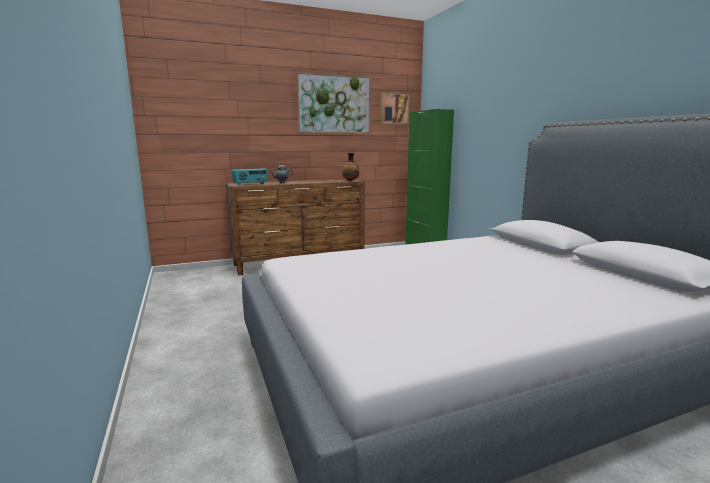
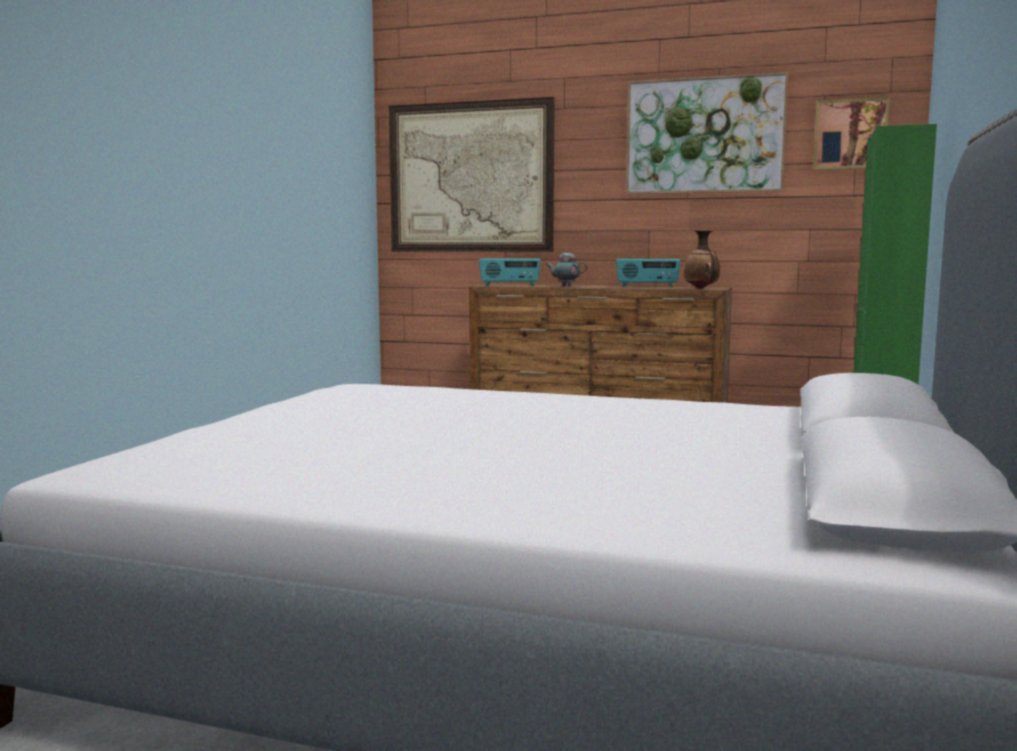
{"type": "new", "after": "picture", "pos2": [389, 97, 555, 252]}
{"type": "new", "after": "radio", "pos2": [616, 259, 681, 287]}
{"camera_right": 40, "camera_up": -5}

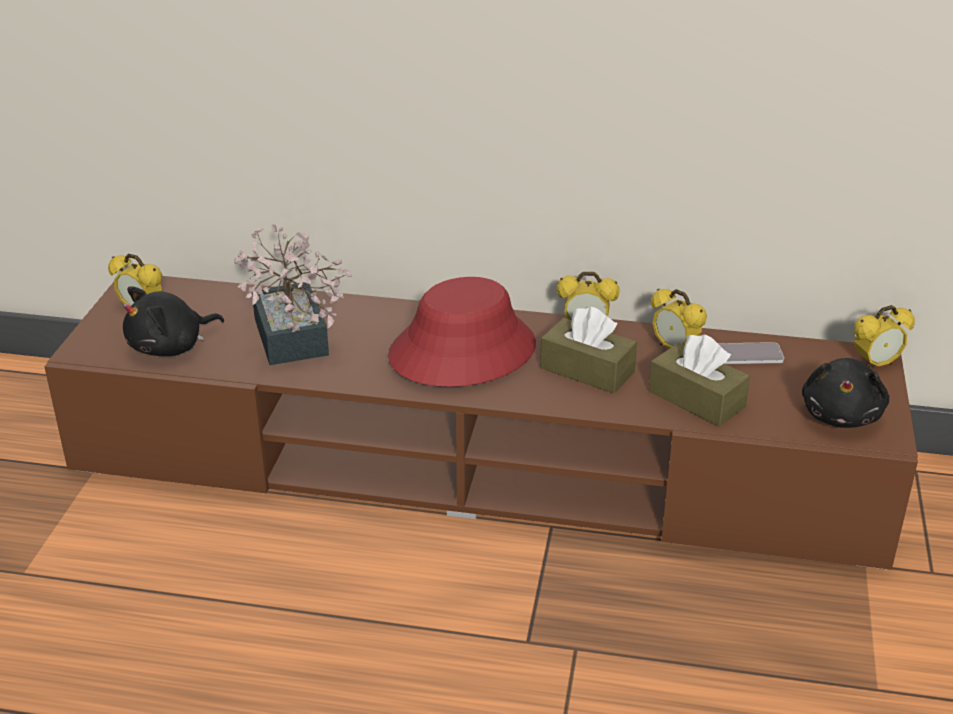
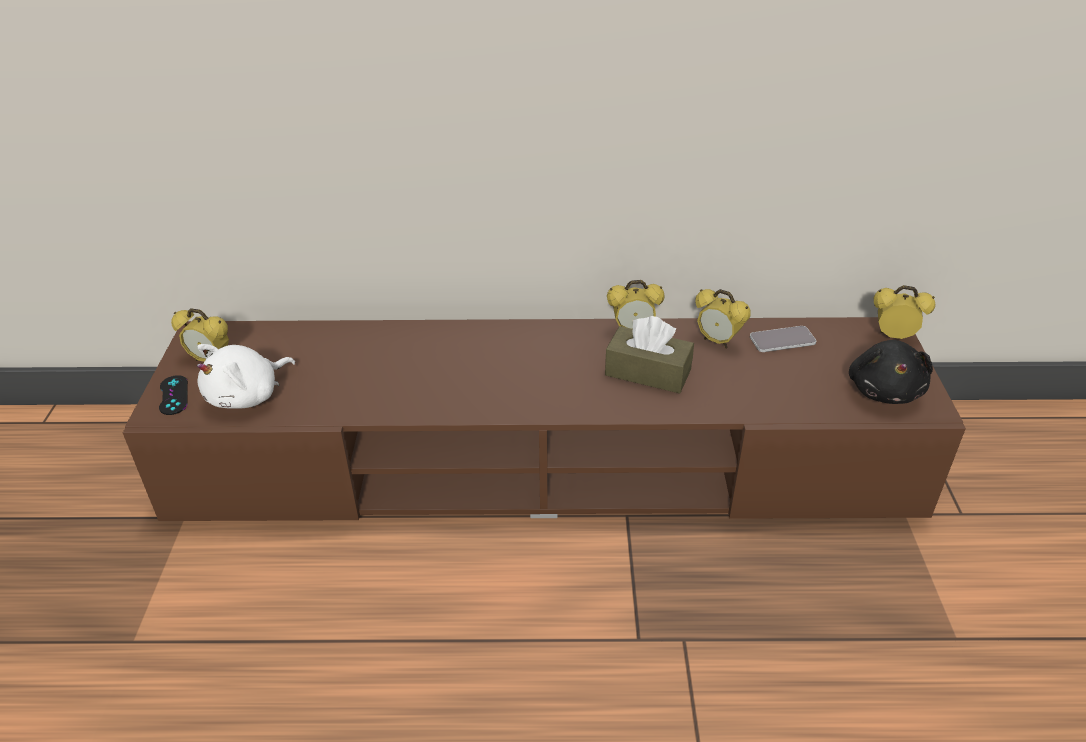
{"type": "repainted", "before": "black plush toy", "after": "white-coloured plush toy", "pos1": [123, 286, 224, 356], "pos2": [197, 344, 295, 409]}
{"type": "gone", "before": "potted plant", "pos1": [234, 224, 352, 365]}
{"type": "gone", "before": "red-coloured wearable hat", "pos1": [388, 277, 536, 387]}
{"type": "gone", "before": "brown tissue box", "pos1": [649, 334, 750, 427]}
{"type": "rotated", "before": "table clock", "pos1": [854, 305, 915, 368], "pos2": [874, 285, 935, 339], "turn": -135}
{"type": "new", "after": "black game controller", "pos2": [159, 375, 188, 415]}
{"camera_right": -10, "camera_up": 5}

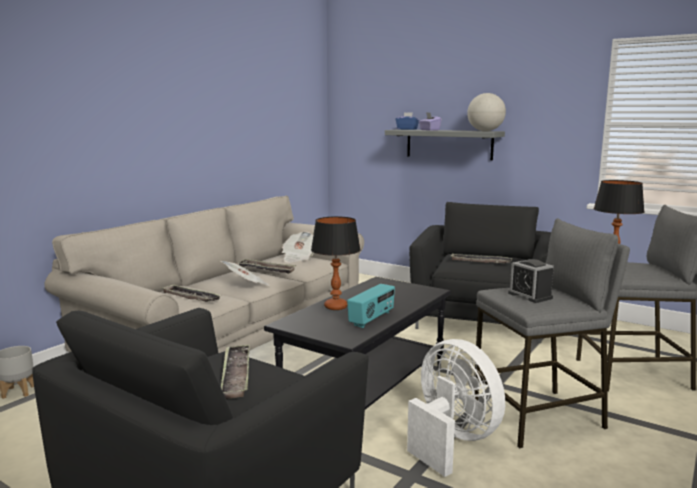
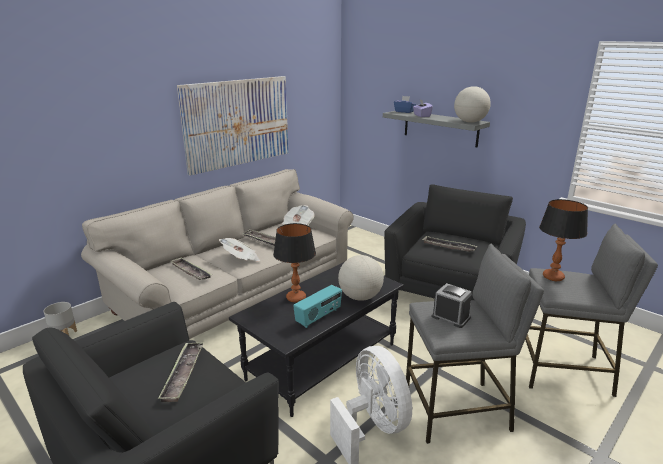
{"type": "rotated", "before": "table clock", "pos1": [508, 259, 554, 303], "pos2": [432, 283, 472, 328], "turn": 150}
{"type": "new", "after": "picture", "pos2": [177, 76, 288, 175]}
{"type": "new", "after": "desk globe", "pos2": [338, 255, 384, 301]}
{"camera_right": 10, "camera_up": 10}

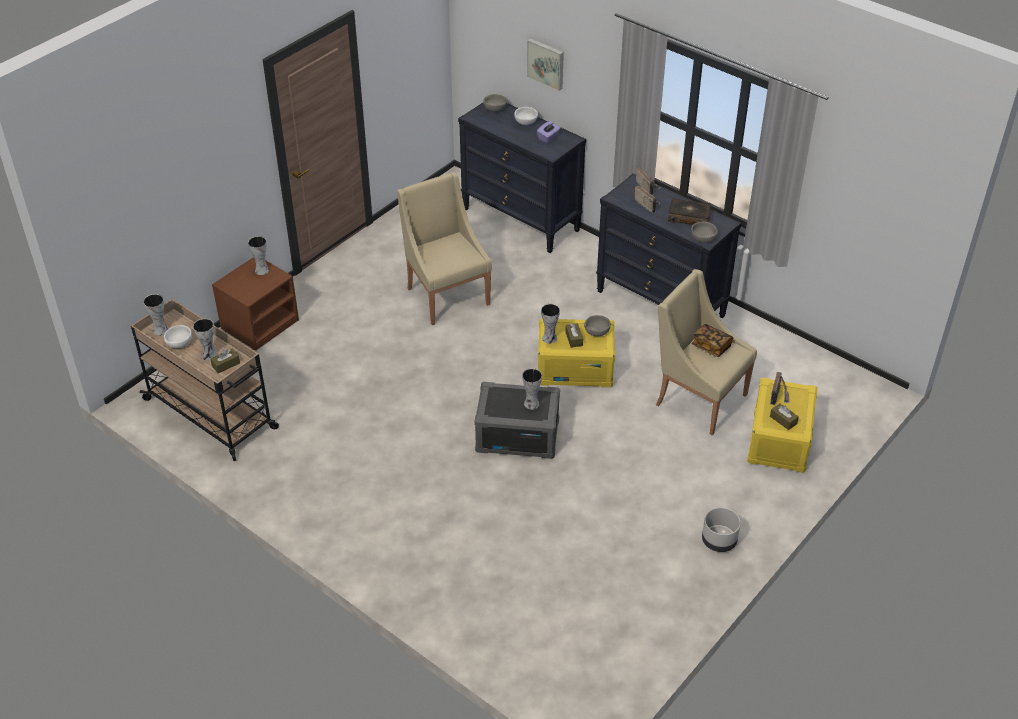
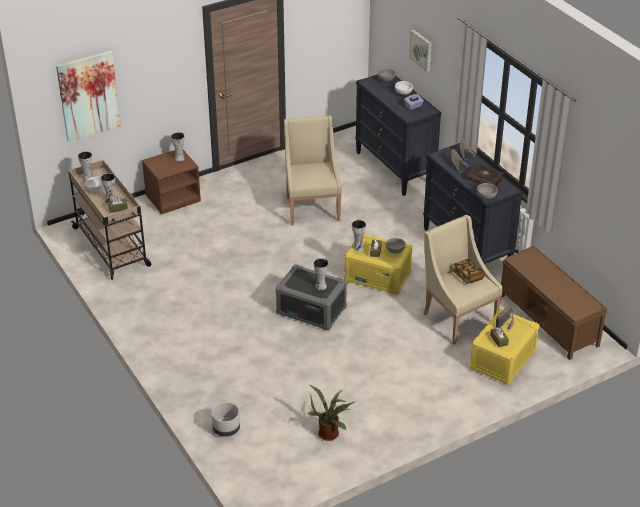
{"type": "shifted", "before": "greyish flower pot", "pos1": [702, 507, 741, 552], "pos2": [211, 402, 240, 437]}
{"type": "new", "after": "picture", "pos2": [56, 51, 121, 142]}
{"type": "new", "after": "potted plant", "pos2": [307, 385, 355, 441]}
{"type": "new", "after": "brown indoor bench", "pos2": [501, 246, 608, 360]}
{"camera_right": 20, "camera_up": -5}

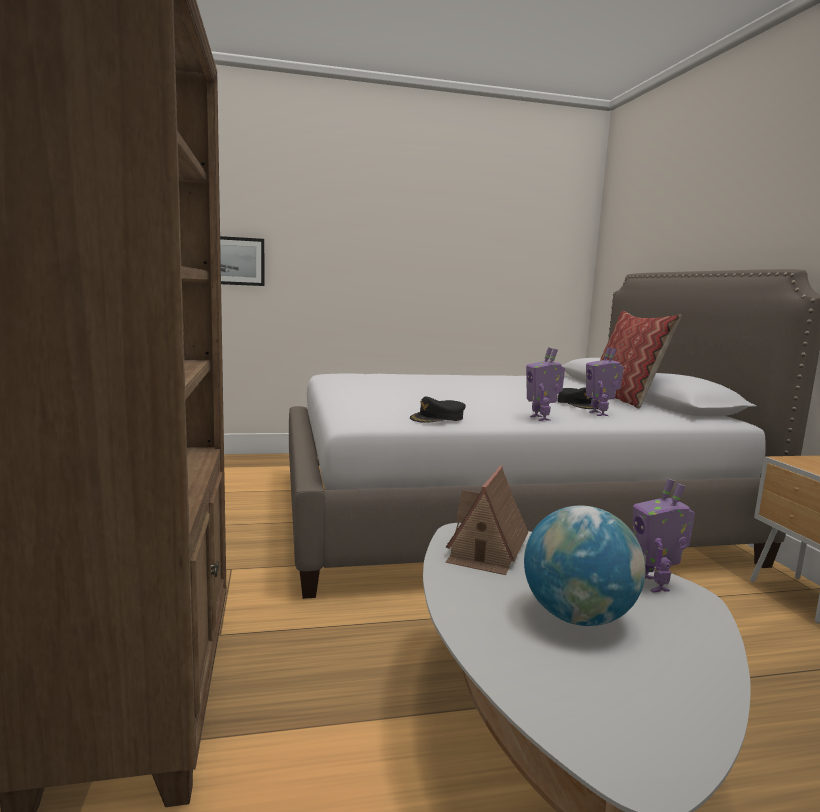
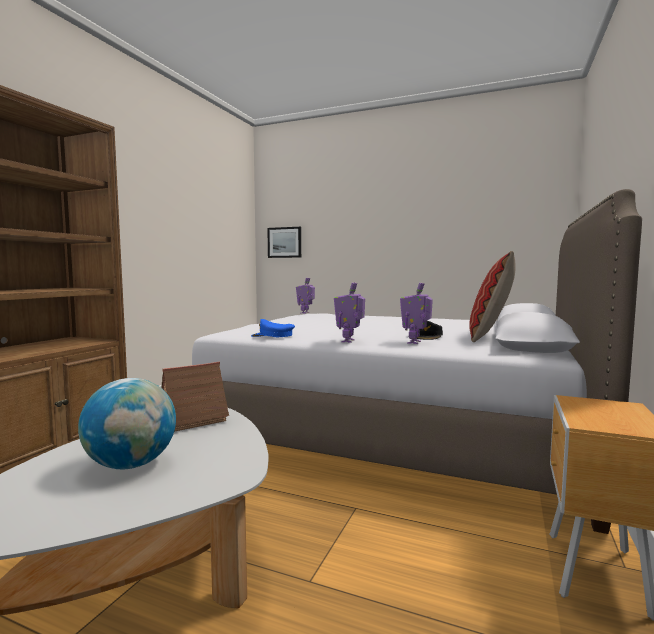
{"type": "repainted", "before": "black peaked cap", "after": "blue-coloured peaked cap", "pos1": [410, 397, 466, 423], "pos2": [251, 319, 295, 337]}
{"type": "shifted", "before": "toy robot", "pos1": [633, 479, 695, 593], "pos2": [296, 278, 315, 314]}
{"camera_right": 35, "camera_up": -5}

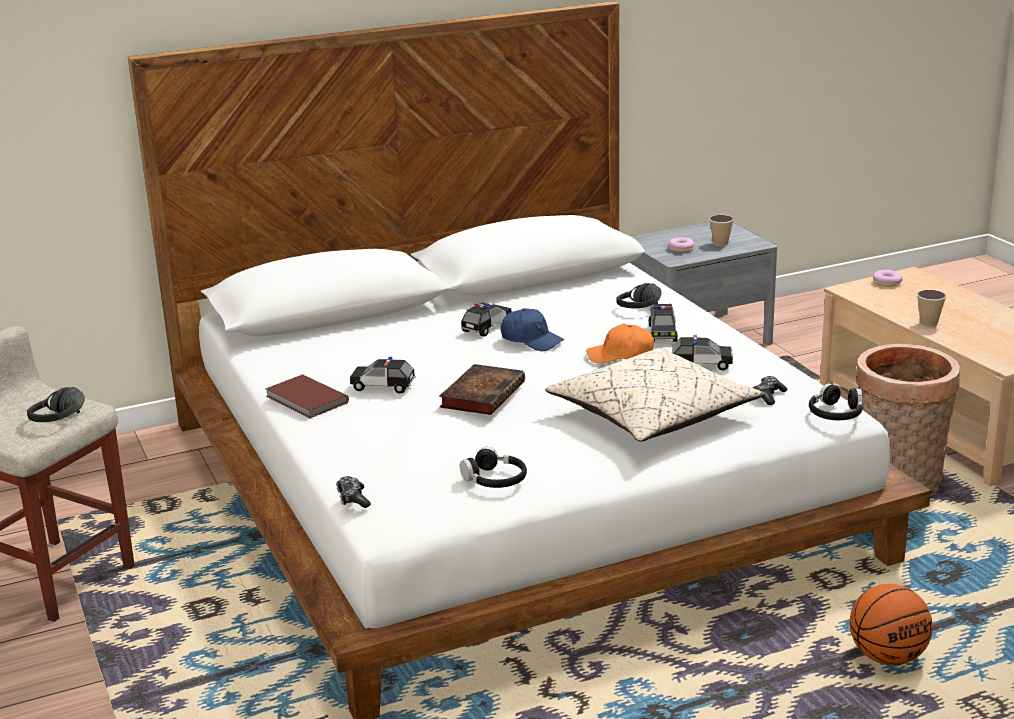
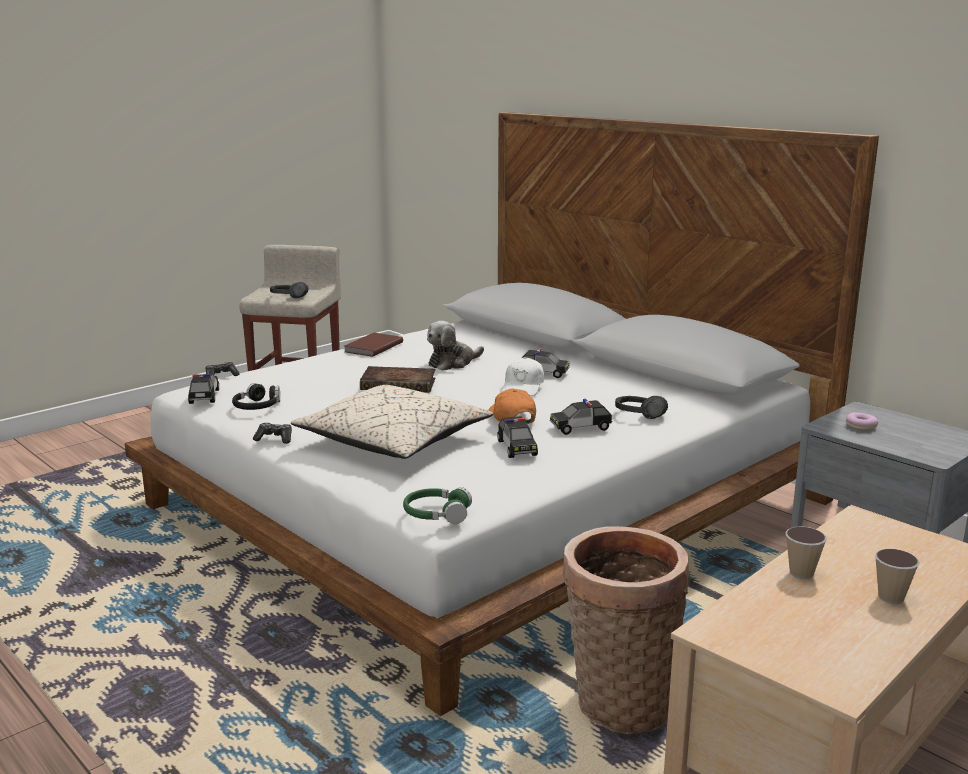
{"type": "shifted", "before": "miniature car", "pos1": [350, 357, 416, 394], "pos2": [188, 374, 219, 404]}
{"type": "repainted", "before": "blue-coloured peaked cap", "after": "white-coloured peaked cap", "pos1": [501, 308, 564, 351], "pos2": [502, 357, 544, 396]}
{"type": "shifted", "before": "small cup", "pos1": [709, 215, 734, 246], "pos2": [875, 549, 920, 604]}
{"type": "shifted", "before": "game controller", "pos1": [753, 376, 787, 405], "pos2": [253, 423, 292, 444]}
{"type": "repainted", "before": "black headphones", "after": "green-coloured headphones", "pos1": [809, 383, 863, 420], "pos2": [403, 487, 472, 524]}
{"type": "gone", "before": "basketball ball", "pos1": [850, 584, 933, 665]}
{"type": "gone", "before": "doughnut", "pos1": [873, 270, 903, 287]}
{"type": "new", "after": "plush toy", "pos2": [427, 321, 484, 371]}
{"camera_right": 70, "camera_up": -5}

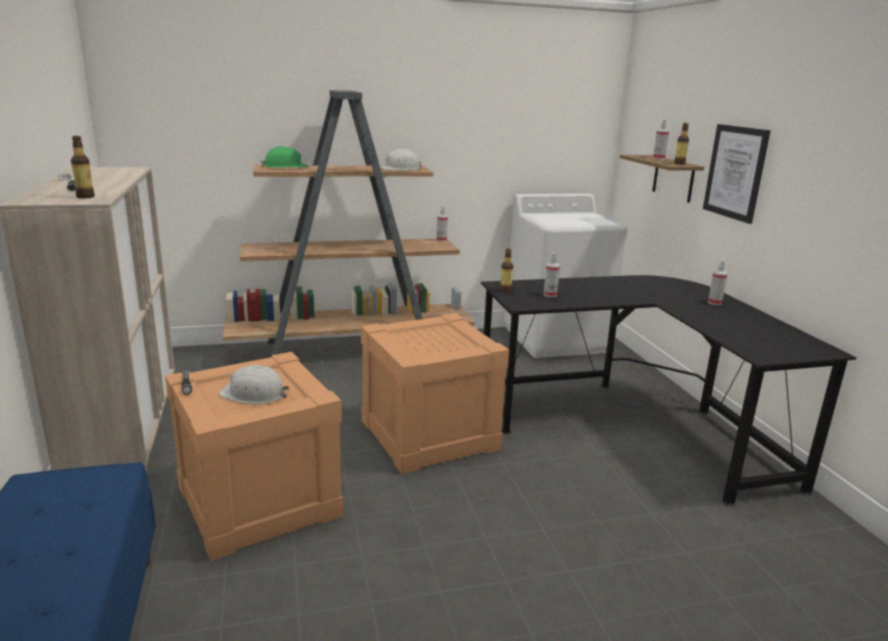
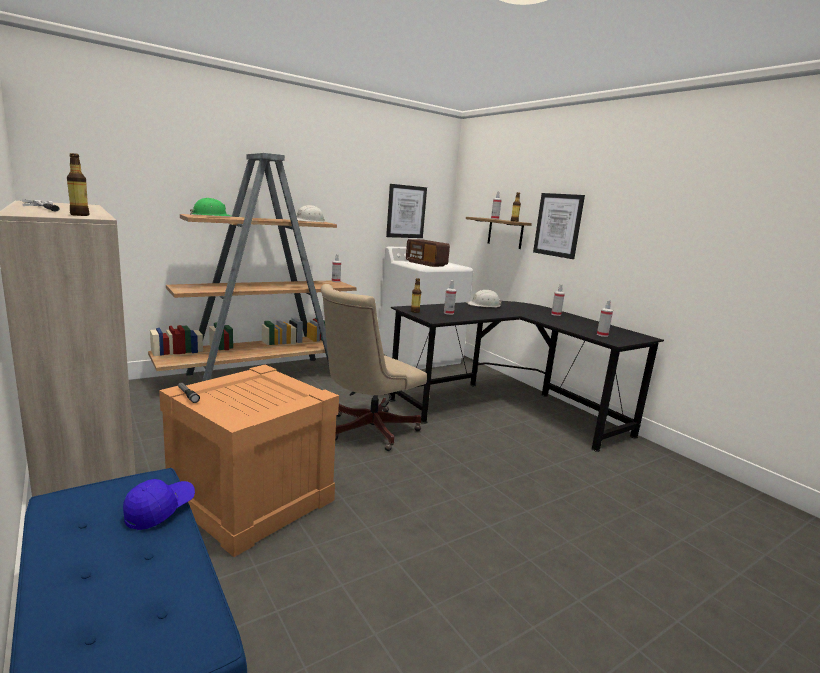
{"type": "shifted", "before": "white-coloured work helmet", "pos1": [219, 365, 289, 404], "pos2": [466, 290, 502, 307]}
{"type": "swapped", "before": "crate", "after": "sand-coloured computer chair", "pos1": [361, 313, 509, 474], "pos2": [321, 284, 427, 451]}
{"type": "new", "after": "blue-coloured peaked cap", "pos2": [123, 479, 195, 530]}
{"type": "new", "after": "picture", "pos2": [386, 184, 427, 238]}
{"type": "new", "after": "radio", "pos2": [406, 239, 450, 267]}
{"type": "new", "after": "sprayer", "pos2": [597, 300, 613, 337]}
{"camera_right": -20, "camera_up": -5}

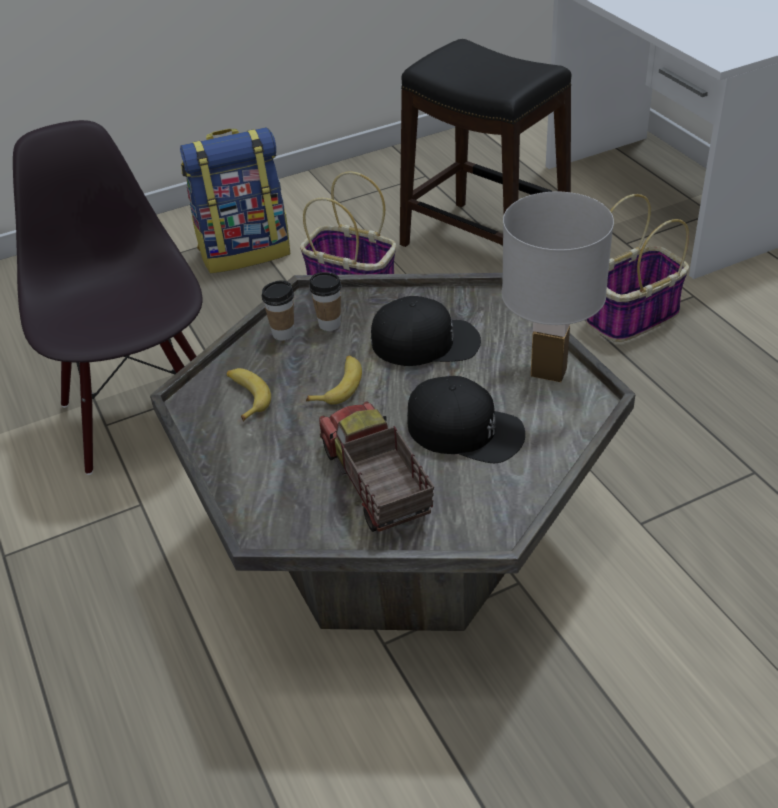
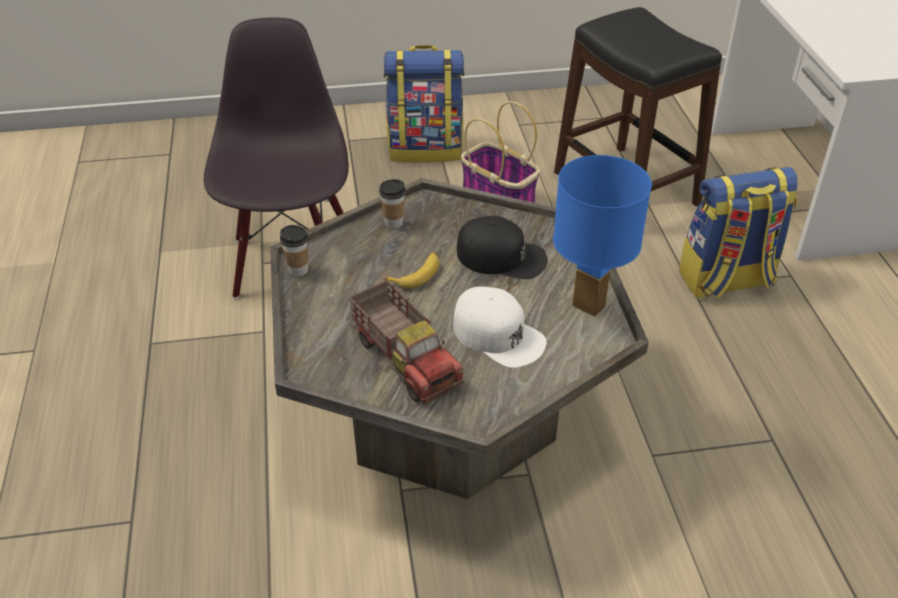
{"type": "gone", "before": "whole banana", "pos1": [227, 368, 271, 421]}
{"type": "shifted", "before": "small cup", "pos1": [309, 272, 341, 331], "pos2": [280, 225, 308, 277]}
{"type": "rotated", "before": "toy lorry", "pos1": [319, 402, 434, 532], "pos2": [349, 280, 464, 403], "turn": 150}
{"type": "repainted", "before": "black peaked cap", "after": "white-coloured peaked cap", "pos1": [407, 376, 525, 463], "pos2": [453, 286, 547, 368]}
{"type": "repainted", "before": "white-coloured table lamp", "after": "blue-coloured table lamp", "pos1": [502, 191, 614, 382], "pos2": [553, 155, 652, 317]}
{"type": "swapped", "before": "storage basket", "after": "backpack", "pos1": [586, 194, 689, 342], "pos2": [679, 167, 798, 298]}
{"camera_right": 15, "camera_up": 0}

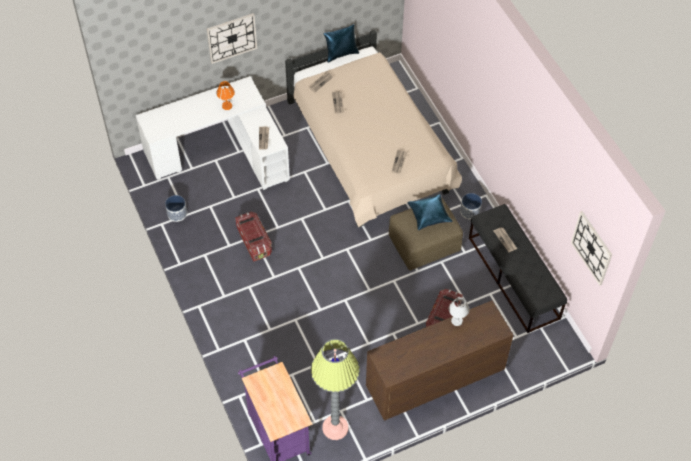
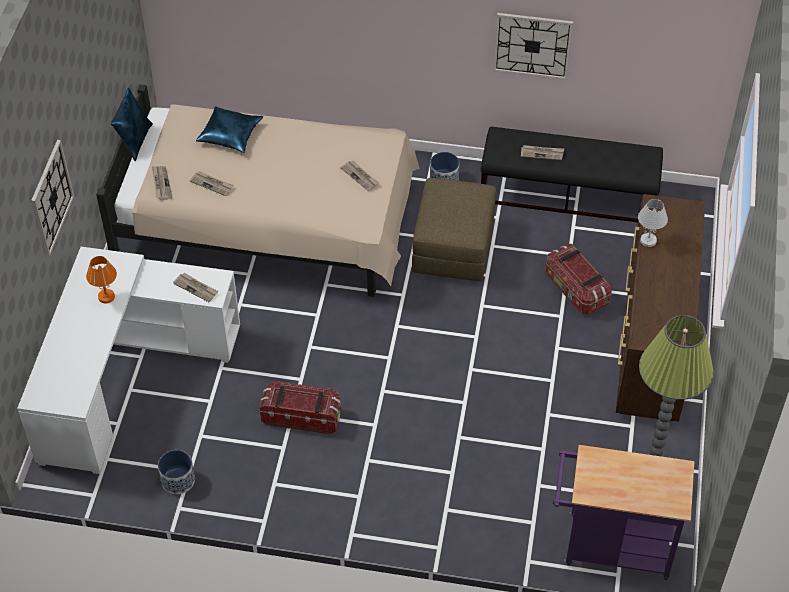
{"type": "shifted", "before": "blue-coloured throw pillow", "pos1": [407, 194, 453, 230], "pos2": [196, 106, 263, 153]}
{"type": "shifted", "before": "wall clock", "pos1": [571, 211, 612, 285], "pos2": [493, 13, 573, 80]}
{"camera_right": -55, "camera_up": -5}

